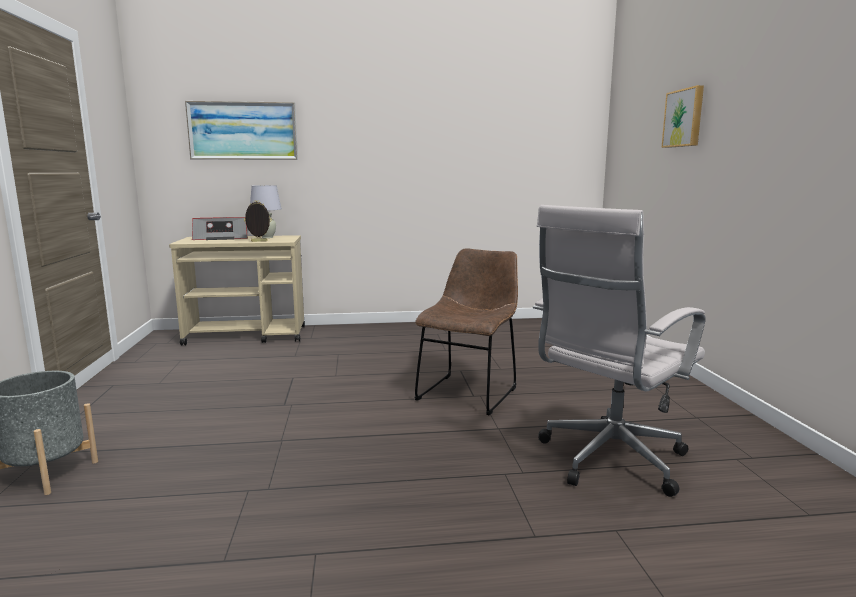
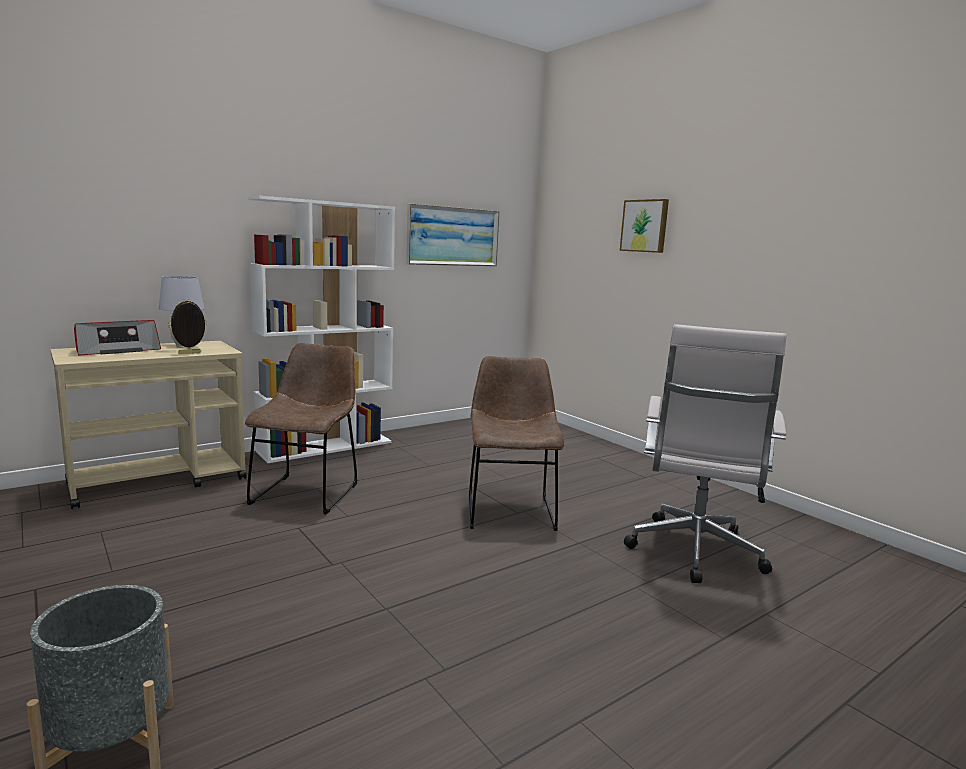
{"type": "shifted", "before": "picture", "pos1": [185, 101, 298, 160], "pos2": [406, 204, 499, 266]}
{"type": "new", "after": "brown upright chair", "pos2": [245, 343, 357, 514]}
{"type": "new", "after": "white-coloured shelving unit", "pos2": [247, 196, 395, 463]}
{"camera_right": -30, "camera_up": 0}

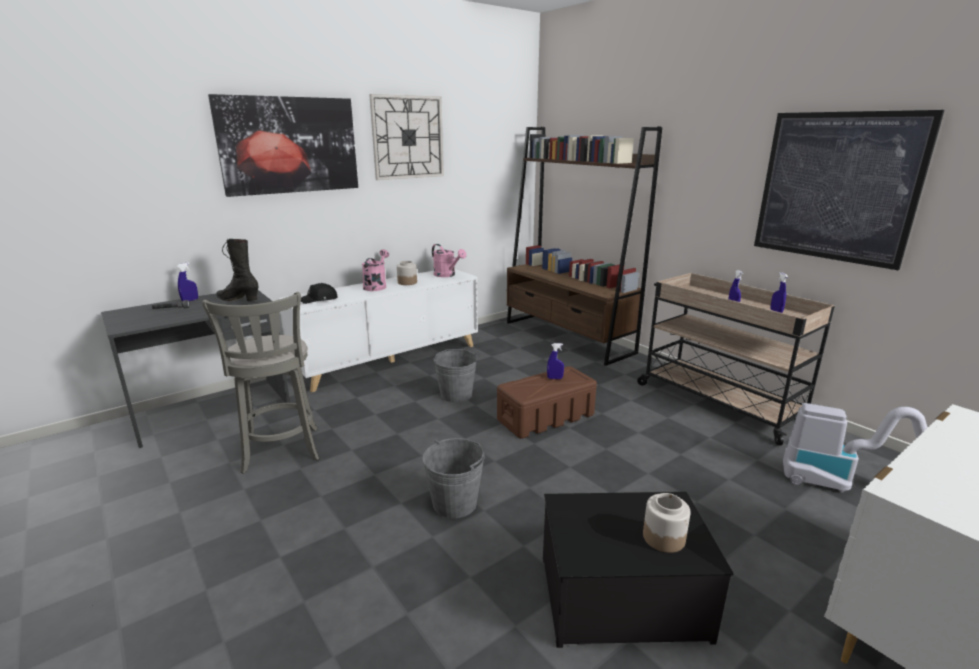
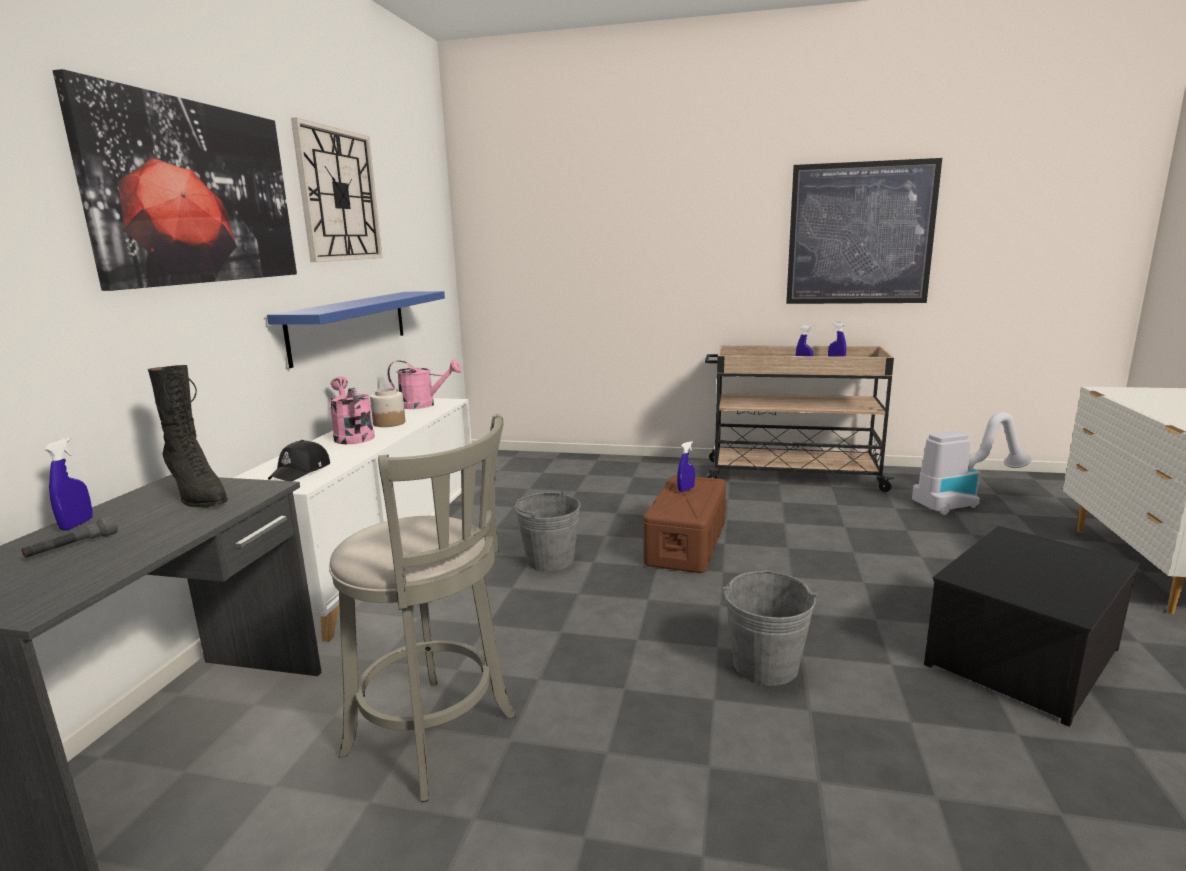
{"type": "rotated", "before": "black boot", "pos1": [216, 239, 258, 301], "pos2": [148, 365, 228, 508], "turn": -120}
{"type": "gone", "before": "brown shelving unit", "pos1": [507, 127, 662, 366]}
{"type": "gone", "before": "jar", "pos1": [643, 493, 691, 553]}
{"type": "new", "after": "blue-coloured wall shelf", "pos2": [267, 291, 445, 368]}
{"camera_right": -40, "camera_up": -5}

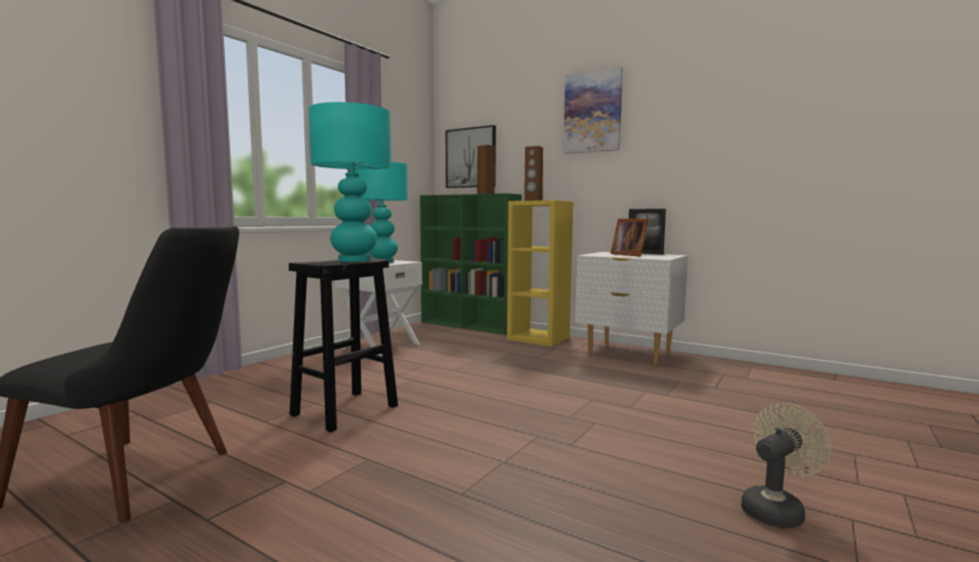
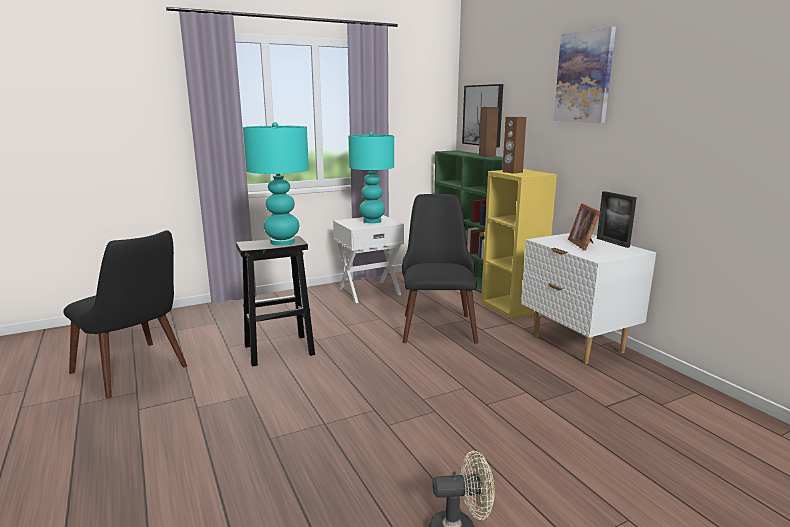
{"type": "new", "after": "black upright chair", "pos2": [402, 194, 478, 344]}
{"camera_right": 30, "camera_up": 10}

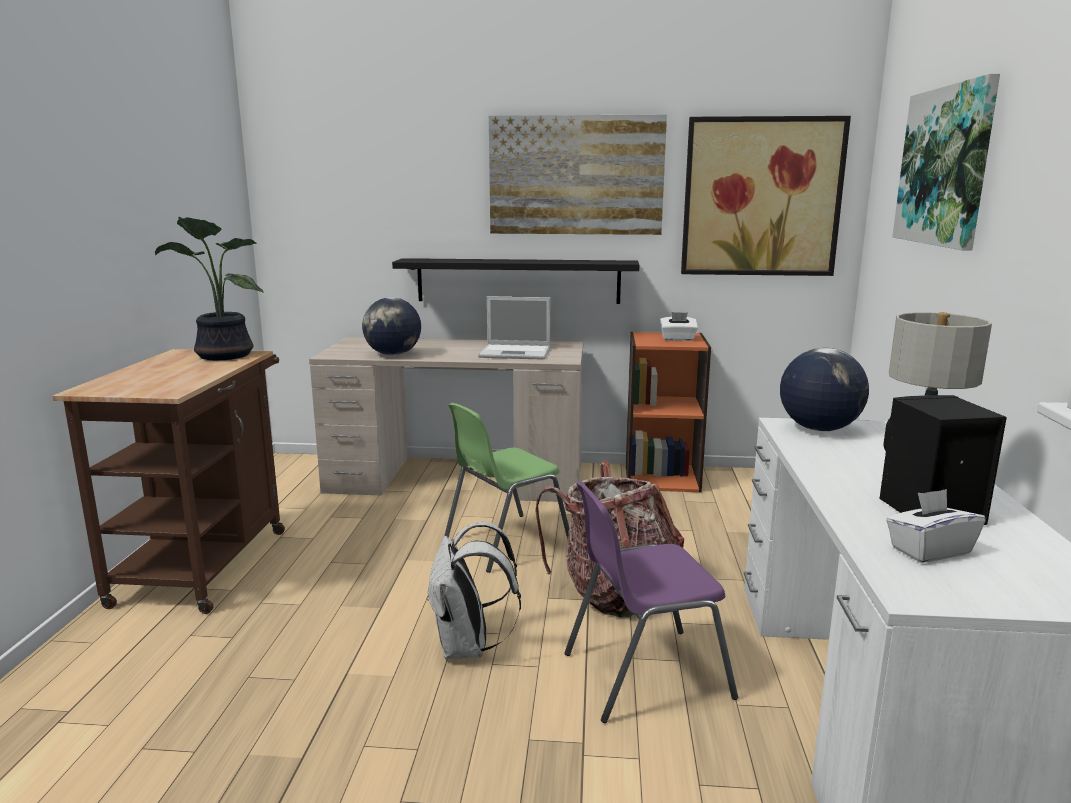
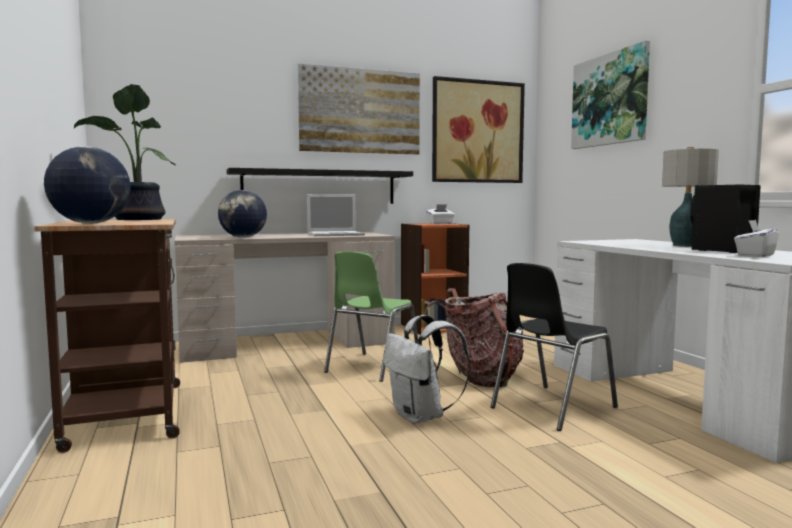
{"type": "repainted", "before": "purple upright chair", "after": "black upright chair", "pos1": [564, 481, 738, 723], "pos2": [491, 263, 618, 431]}
{"type": "shifted", "before": "desk globe", "pos1": [780, 348, 869, 431], "pos2": [44, 146, 131, 224]}
{"camera_right": -25, "camera_up": -10}

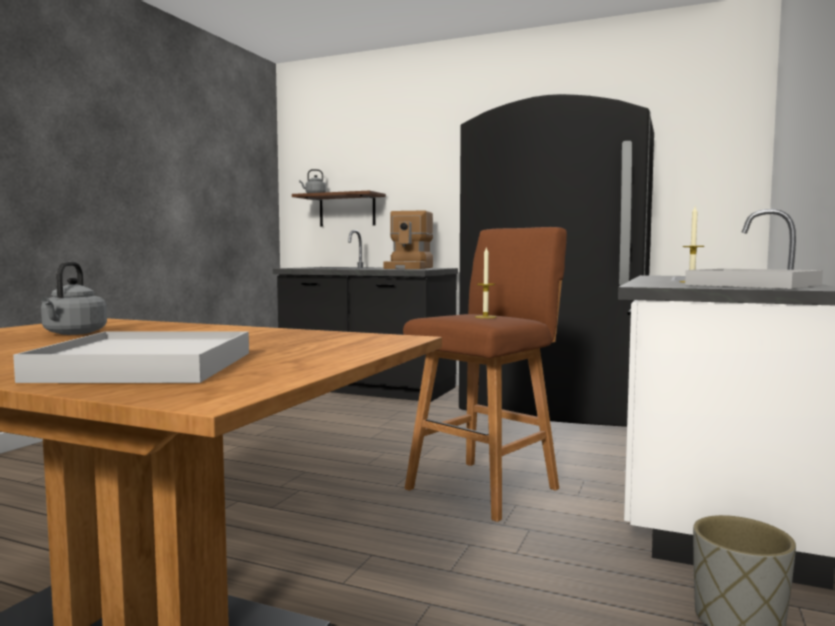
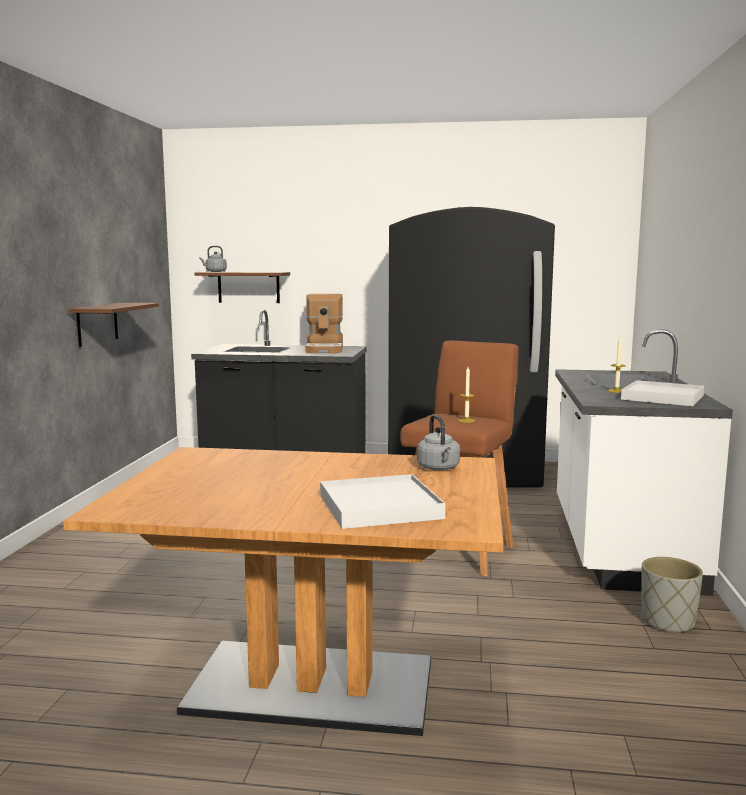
{"type": "shifted", "before": "greyish kettle", "pos1": [41, 261, 107, 335], "pos2": [417, 415, 460, 471]}
{"type": "new", "after": "brown wall shelf", "pos2": [68, 303, 159, 347]}
{"camera_right": -15, "camera_up": 5}

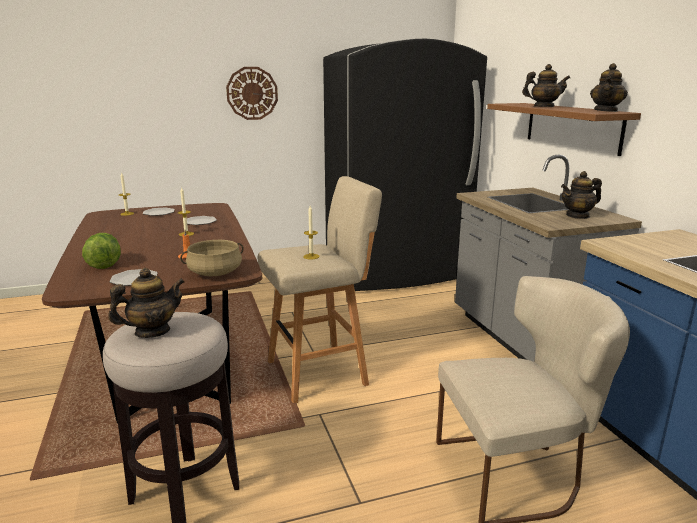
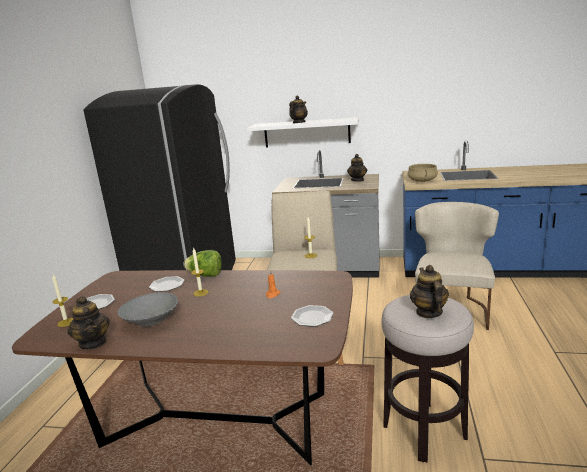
{"type": "shifted", "before": "lettuce", "pos1": [82, 233, 121, 269], "pos2": [184, 250, 222, 277]}
{"type": "shifted", "before": "sand-coloured stockpot", "pos1": [180, 240, 244, 276], "pos2": [408, 164, 438, 182]}
{"type": "gone", "before": "wall clock", "pos1": [226, 67, 278, 120]}
{"type": "repainted", "before": "brown wall shelf", "after": "white-coloured wall shelf", "pos1": [487, 103, 641, 156], "pos2": [247, 117, 359, 148]}
{"type": "shifted", "before": "tea pot", "pos1": [590, 63, 628, 112], "pos2": [67, 296, 110, 349]}
{"type": "new", "after": "greyish serving bowl", "pos2": [118, 292, 178, 327]}
{"camera_right": -60, "camera_up": 0}

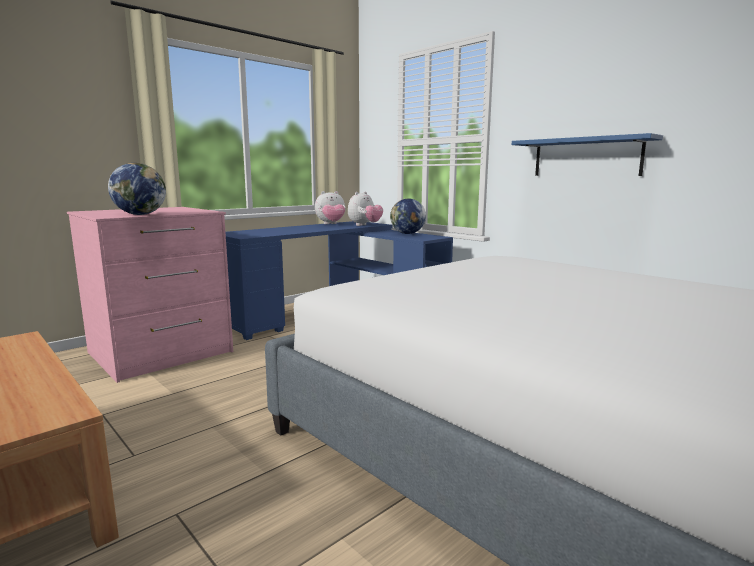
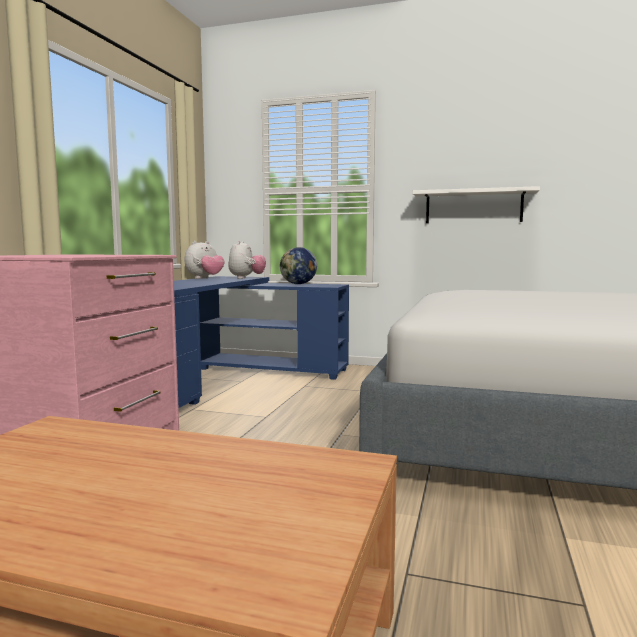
{"type": "gone", "before": "desk globe", "pos1": [108, 163, 166, 215]}
{"type": "repainted", "before": "blue-coloured wall shelf", "after": "white-coloured wall shelf", "pos1": [512, 133, 663, 176], "pos2": [412, 186, 540, 223]}
{"camera_right": -30, "camera_up": -5}

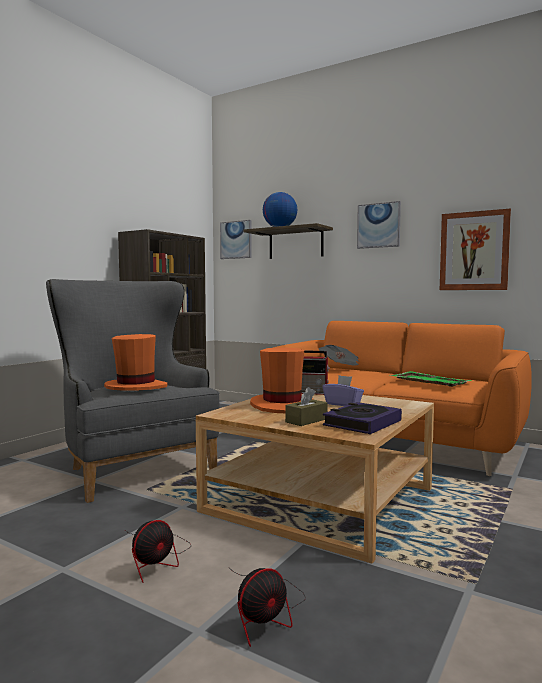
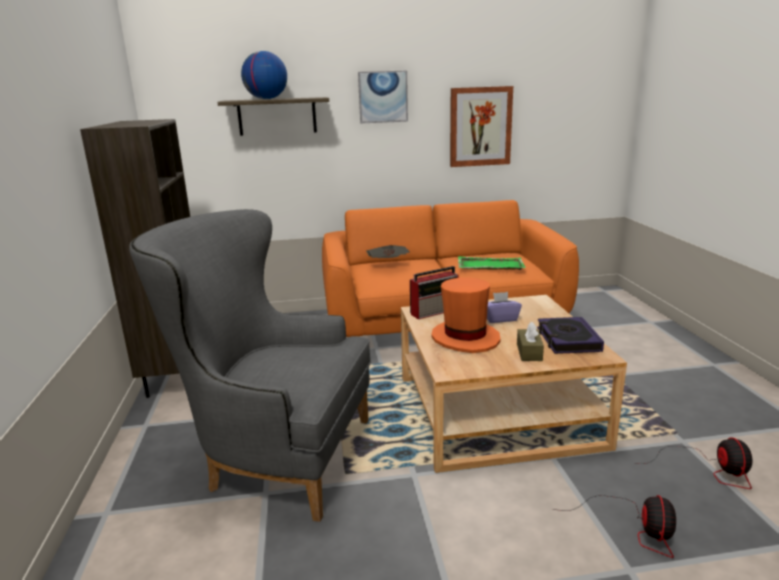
{"type": "gone", "before": "orange wearable hat", "pos1": [104, 334, 167, 391]}
{"type": "shifted", "before": "cooling fan", "pos1": [125, 520, 191, 583], "pos2": [634, 438, 753, 489]}
{"type": "gone", "before": "picture", "pos1": [220, 220, 252, 259]}
{"camera_right": -40, "camera_up": 15}

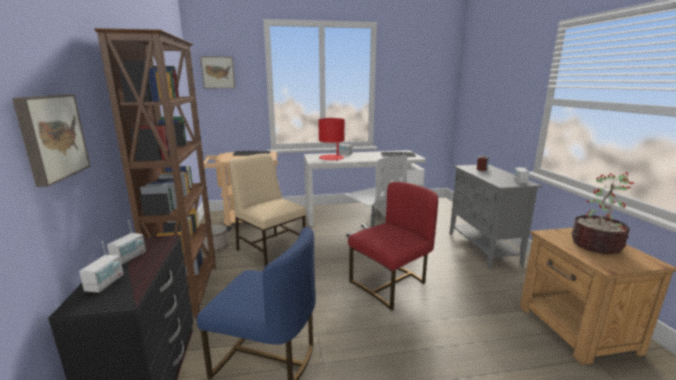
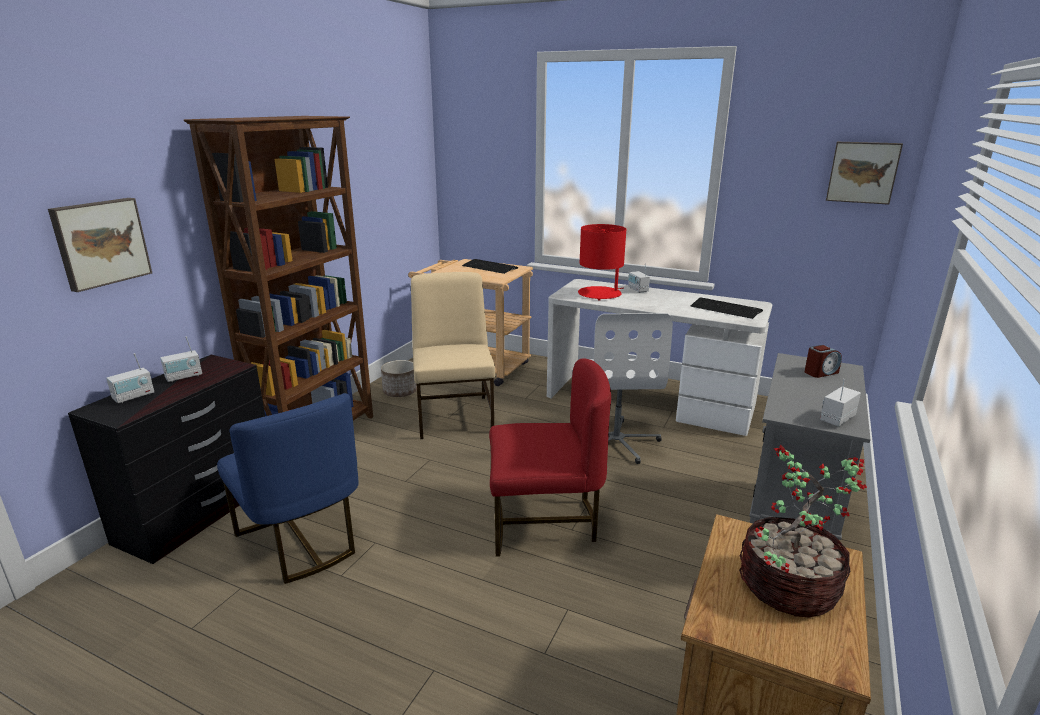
{"type": "shifted", "before": "picture", "pos1": [200, 56, 235, 88], "pos2": [826, 142, 903, 205]}
{"camera_right": 35, "camera_up": 5}

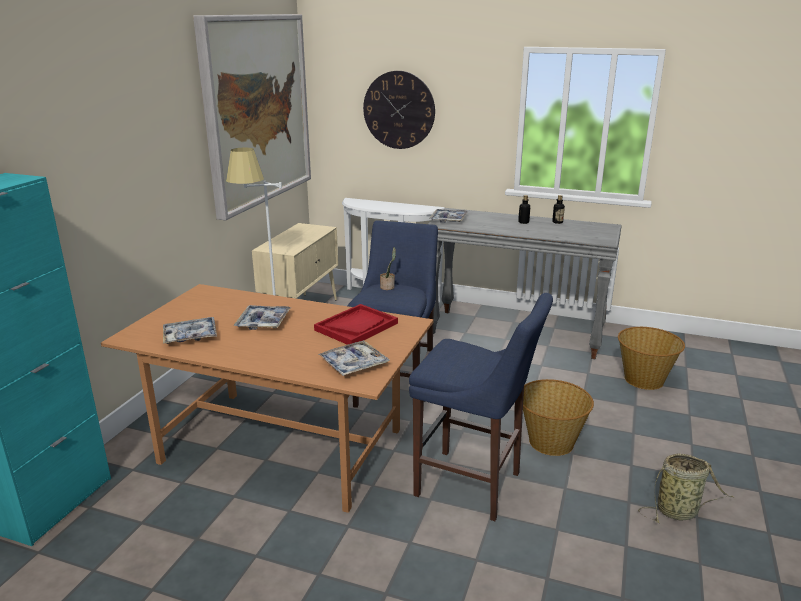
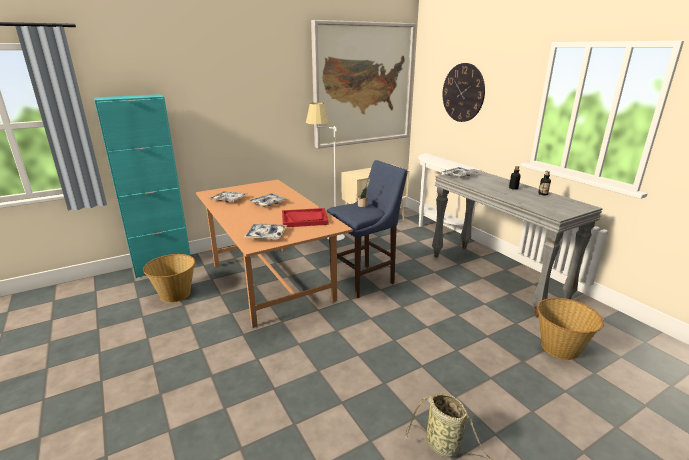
{"type": "gone", "before": "blue-coloured stool", "pos1": [409, 293, 553, 521]}
{"type": "shifted", "before": "storage basket", "pos1": [523, 379, 594, 456], "pos2": [143, 254, 195, 303]}
{"camera_right": 40, "camera_up": 0}

